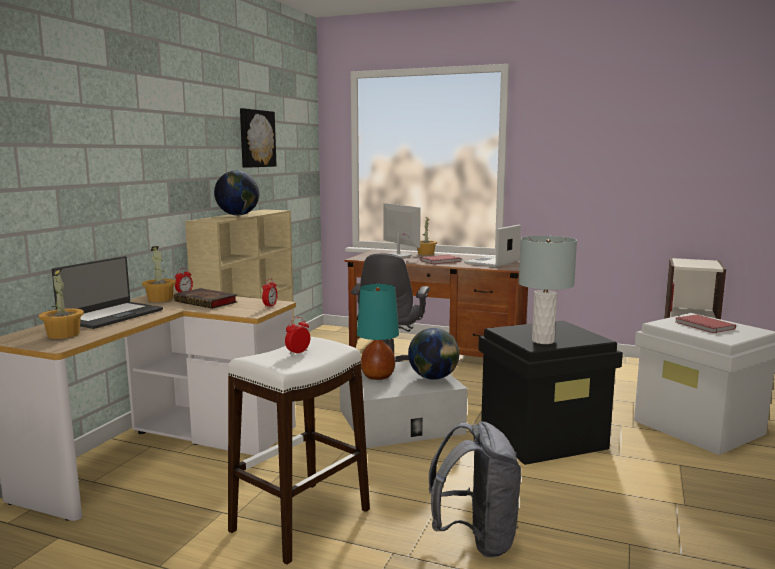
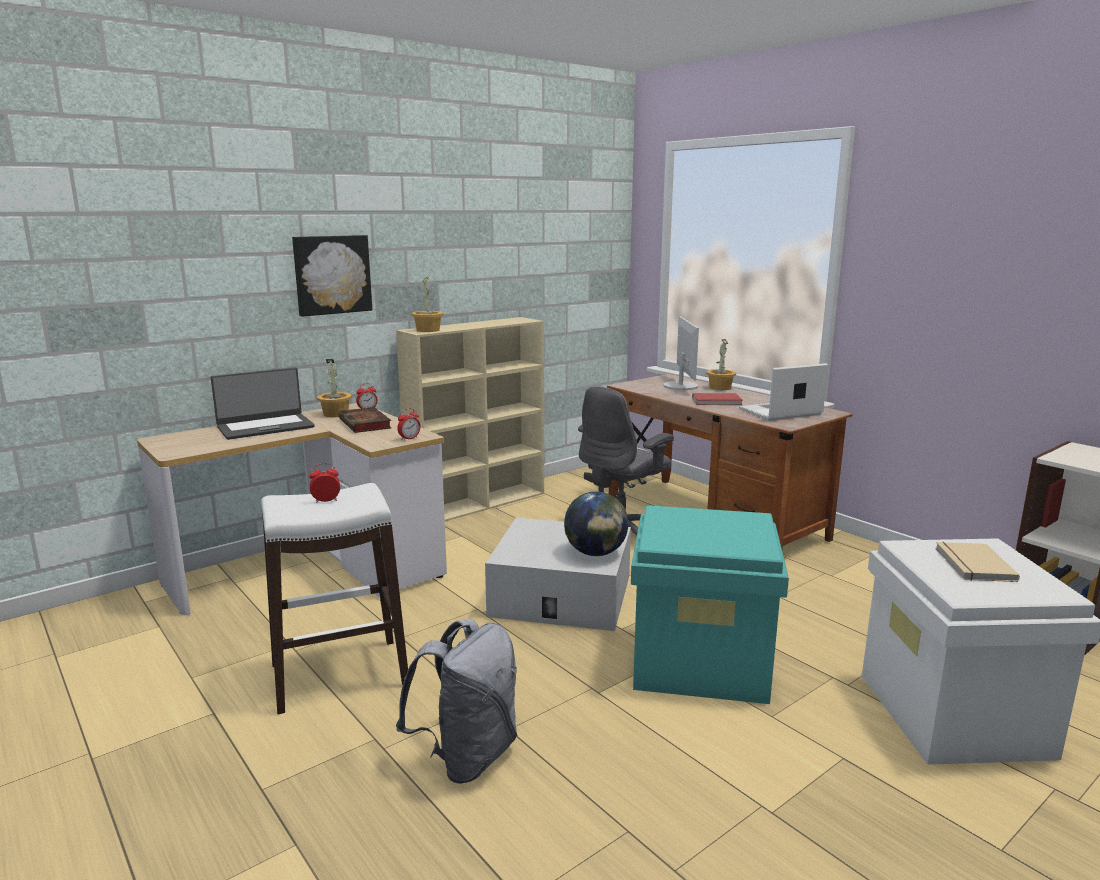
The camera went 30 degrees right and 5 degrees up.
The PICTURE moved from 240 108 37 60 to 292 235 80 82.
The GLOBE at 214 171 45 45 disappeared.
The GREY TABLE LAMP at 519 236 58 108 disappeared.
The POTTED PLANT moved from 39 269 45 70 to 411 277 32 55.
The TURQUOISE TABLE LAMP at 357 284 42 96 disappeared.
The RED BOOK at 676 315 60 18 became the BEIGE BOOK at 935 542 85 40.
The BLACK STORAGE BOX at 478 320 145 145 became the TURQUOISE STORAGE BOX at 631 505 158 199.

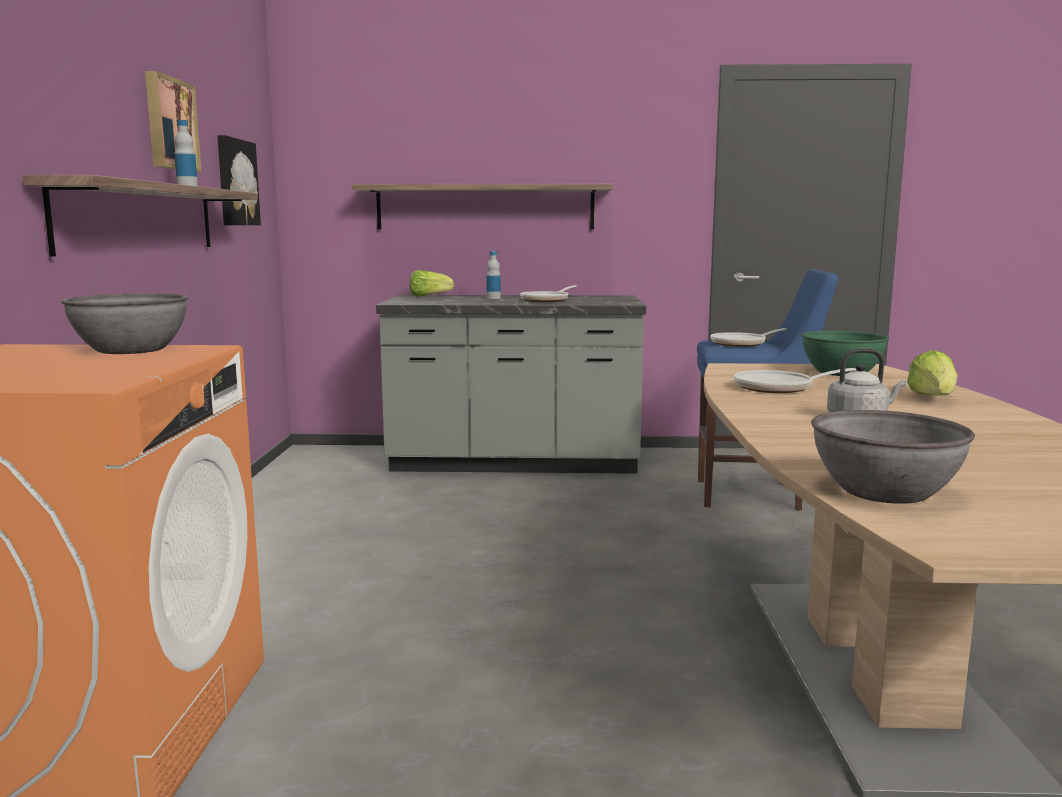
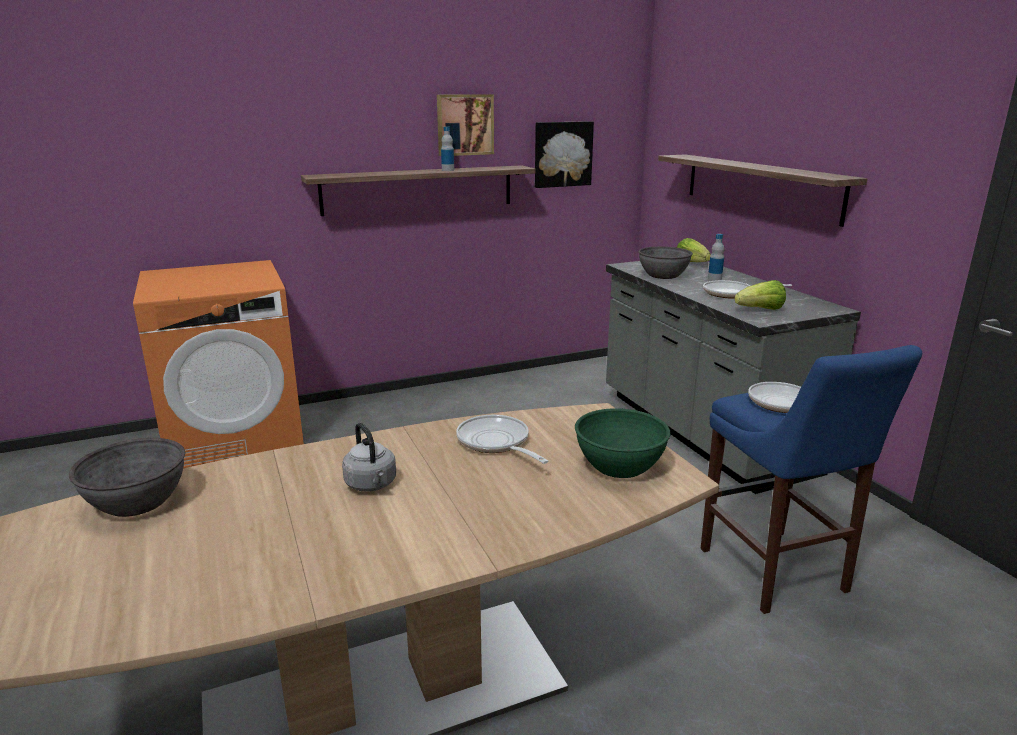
The camera went 65 degrees right and 10 degrees up.
The GREY BOWL moved from 61 293 127 61 to 638 246 55 33.
The LETTUCE moved from 907 350 51 45 to 734 280 52 30.

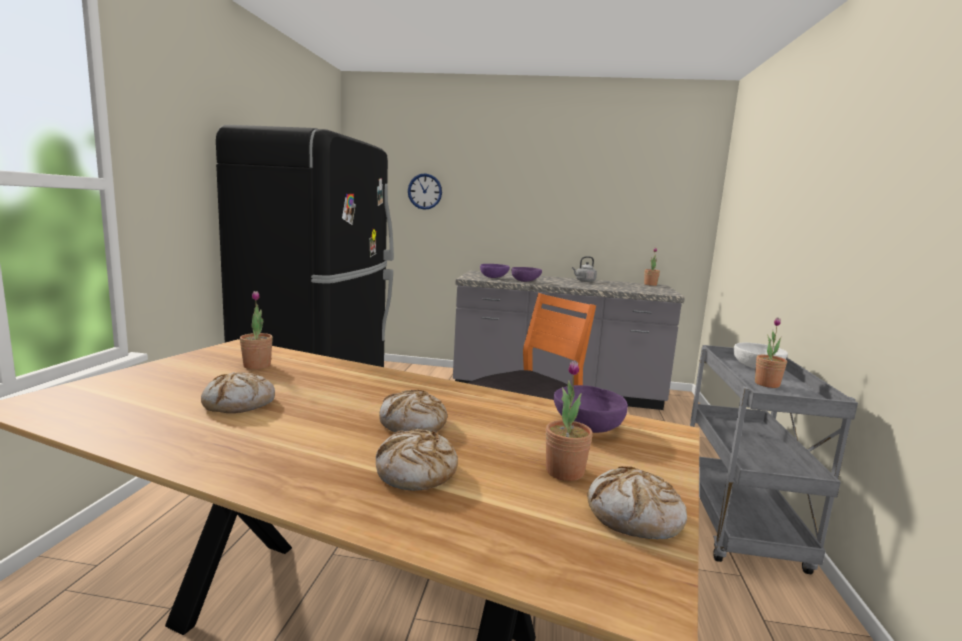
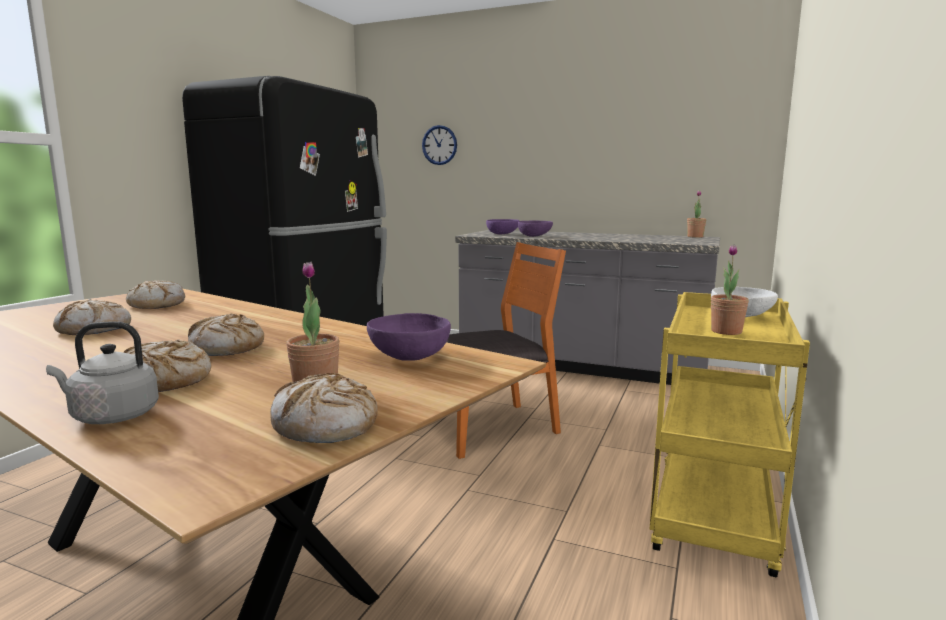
The camera went 15 degrees right and 0 degrees up.
The GREY KETTLE moved from 572 256 25 26 to 46 322 113 102.
The POTTED PLANT at 240 291 33 78 was replaced by the BREAD at 126 280 59 29.
The GREY CART at 690 345 168 229 became the YELLOW CART at 650 292 160 285.

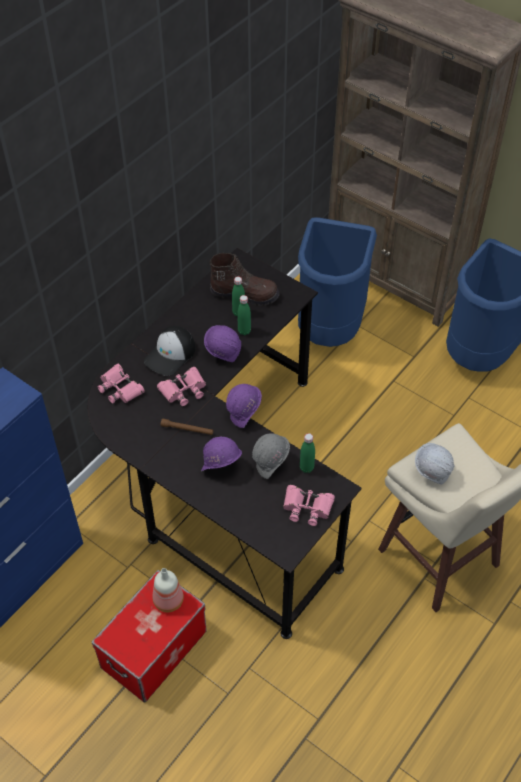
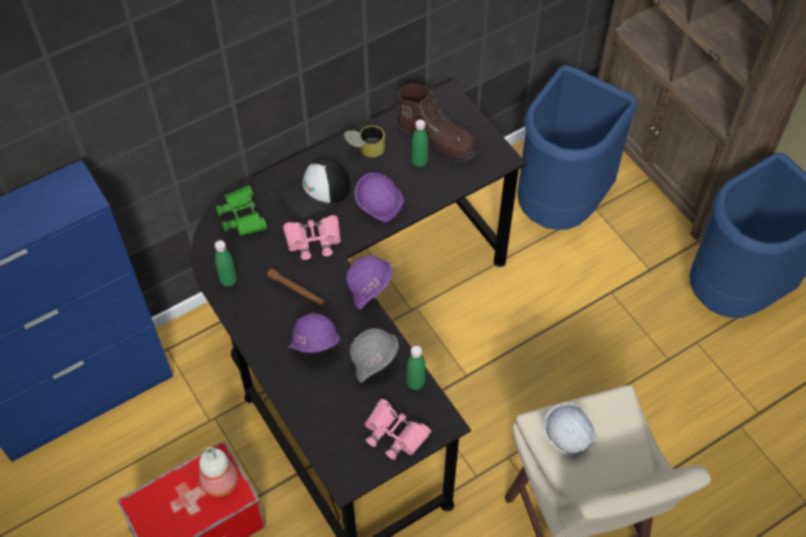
The camera went 20 degrees right and 5 degrees up.
The GREEN BOTTLE moved from 237 295 14 40 to 215 240 22 47.
The PINK BINOCULARS at 97 363 48 41 became the GREEN BINOCULARS at 216 185 51 51.
The CAN at 344 125 41 32 appeared.

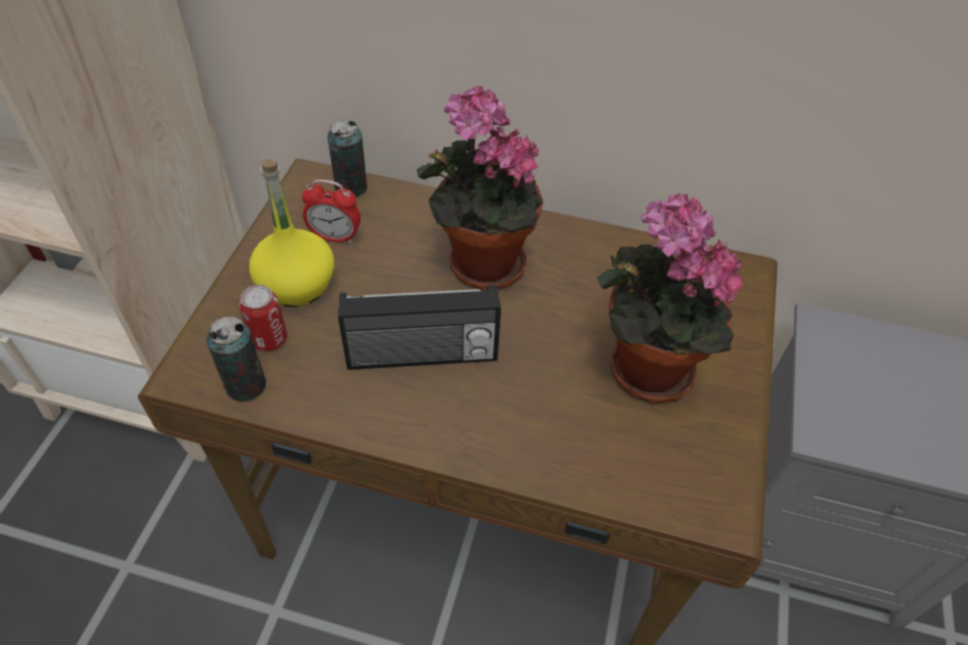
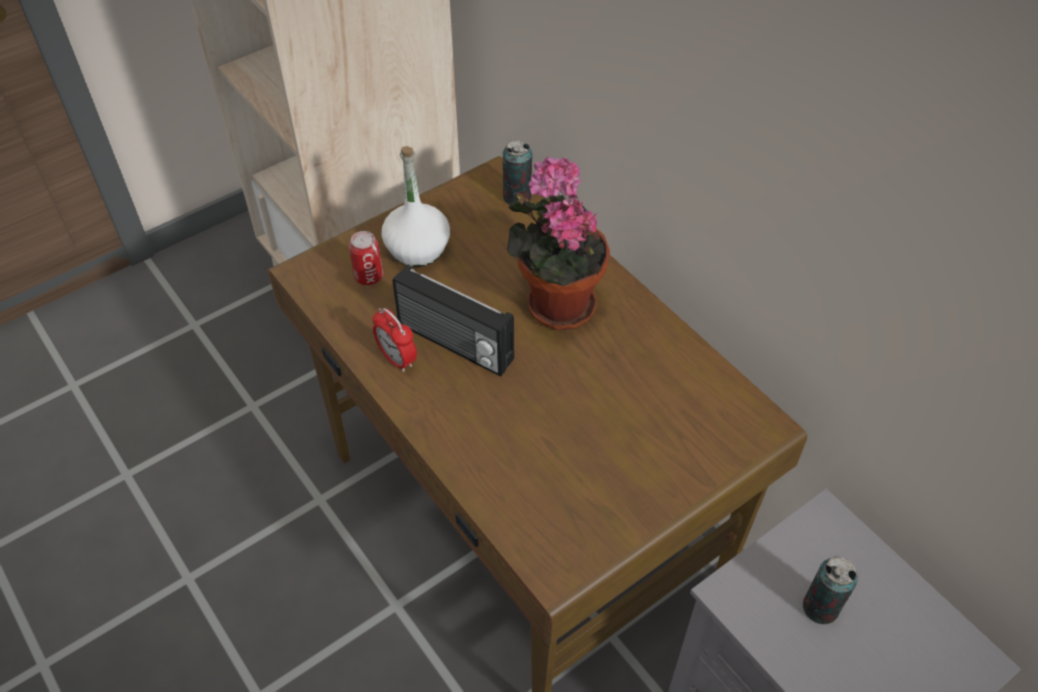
The camera went 40 degrees right and 0 degrees up.
The YELLOW BOTTLE at 249 159 85 148 became the WHITE BOTTLE at 381 146 69 121.
The ALARM CLOCK moved from 302 179 59 65 to 372 308 45 64.
The POTTED PLANT at 597 193 146 211 disappeared.
The CAN moved from 206 317 60 85 to 803 556 55 68.

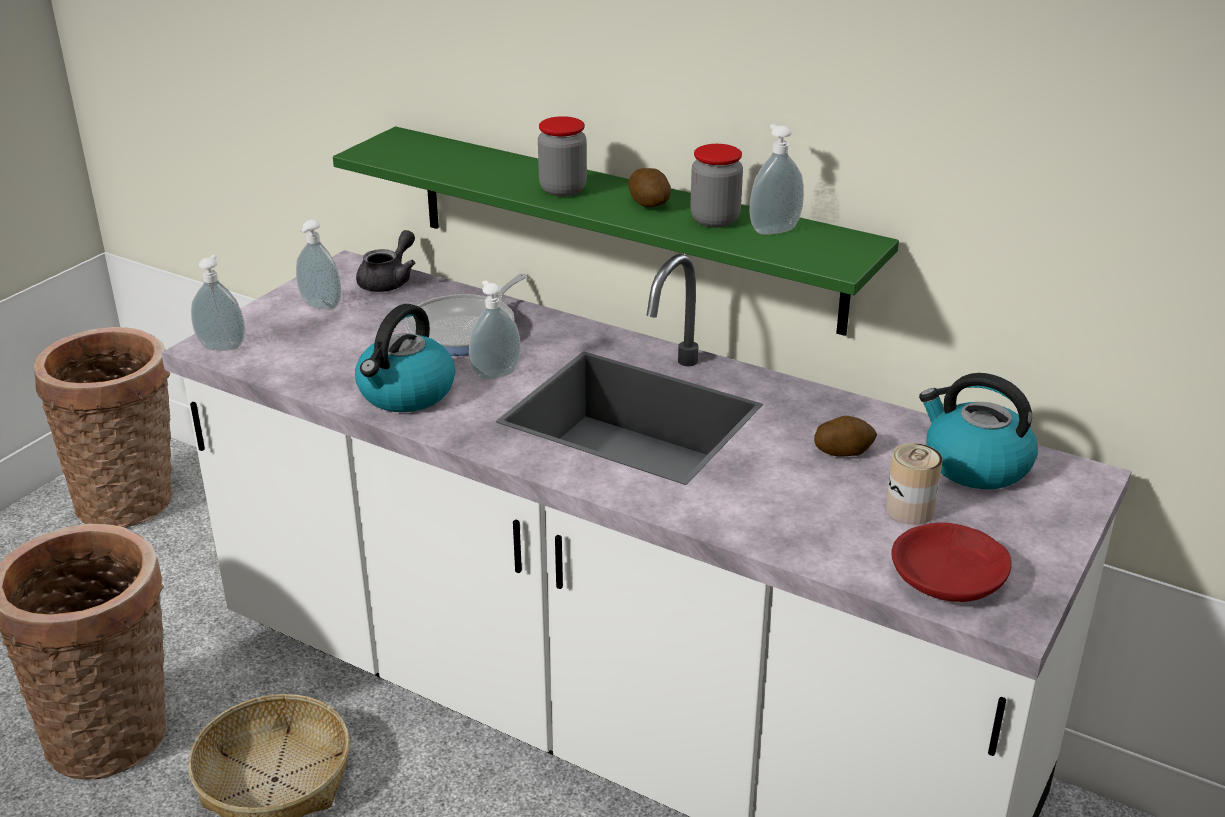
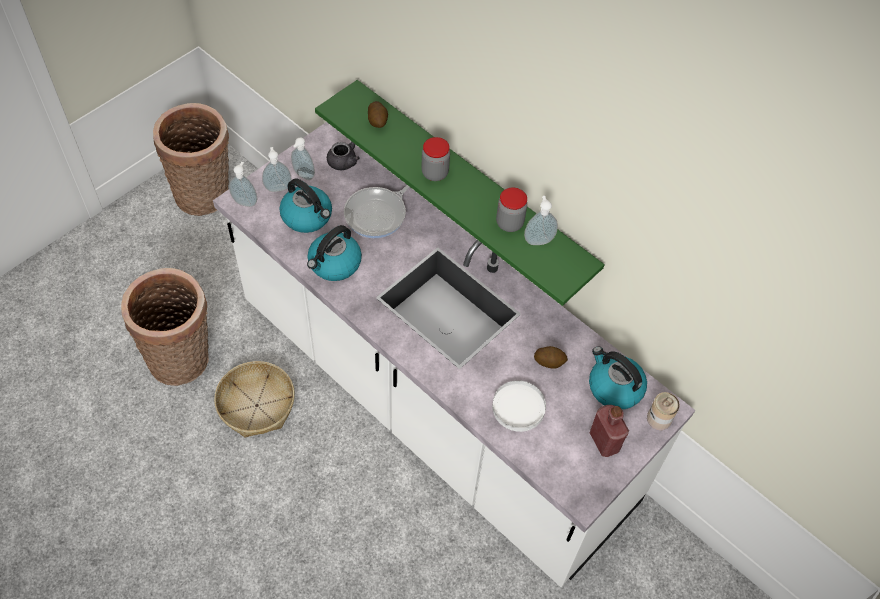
The camera went 10 degrees right and 25 degrees up.
The POTATO moved from 628 168 43 39 to 368 101 20 27.
The SOAP DISPENSER moved from 469 281 52 99 to 262 147 29 45.
The CAN moved from 886 443 57 82 to 647 392 33 38.
The RED BOWL at 891 522 120 80 disappeared.
The KETTLE at 279 178 53 55 appeared.
The WHITE PLATE at 492 380 54 52 appeared.
The RED BOTTLE at 589 405 40 52 appeared.

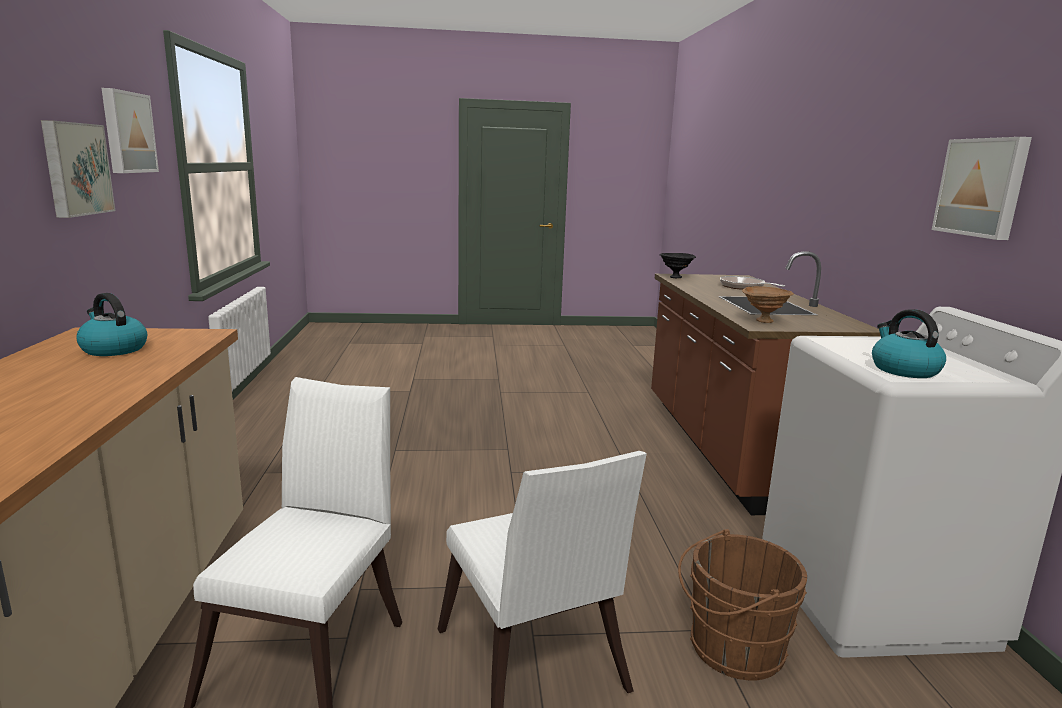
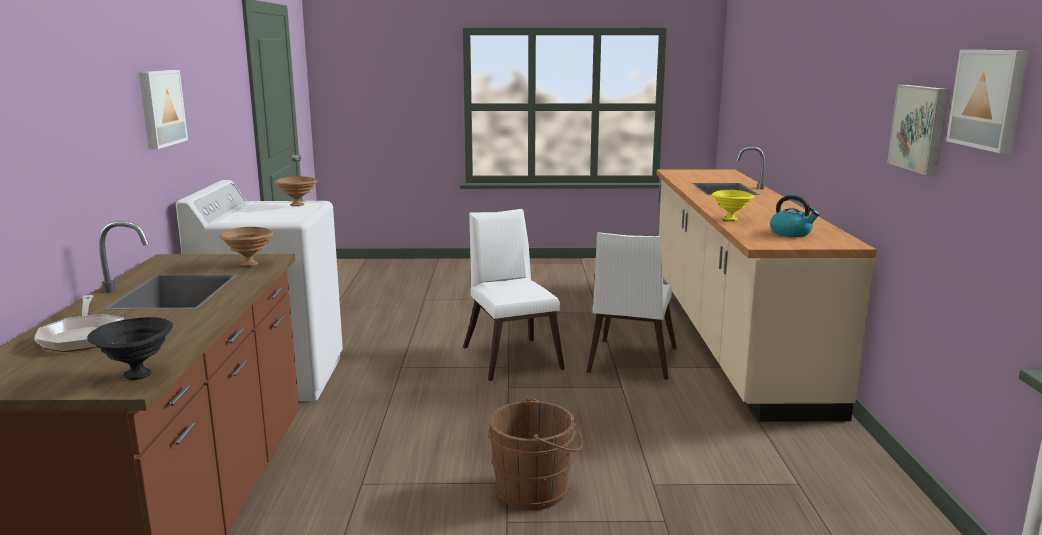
The camera went 175 degrees left and 0 degrees up.
The KETTLE at 872 309 74 69 was replaced by the BROWN BOWL at 274 176 44 30.
The BROWN BUCKET moved from 678 529 129 151 to 488 397 95 113.
The YELLOW BOWL at 712 190 43 30 appeared.

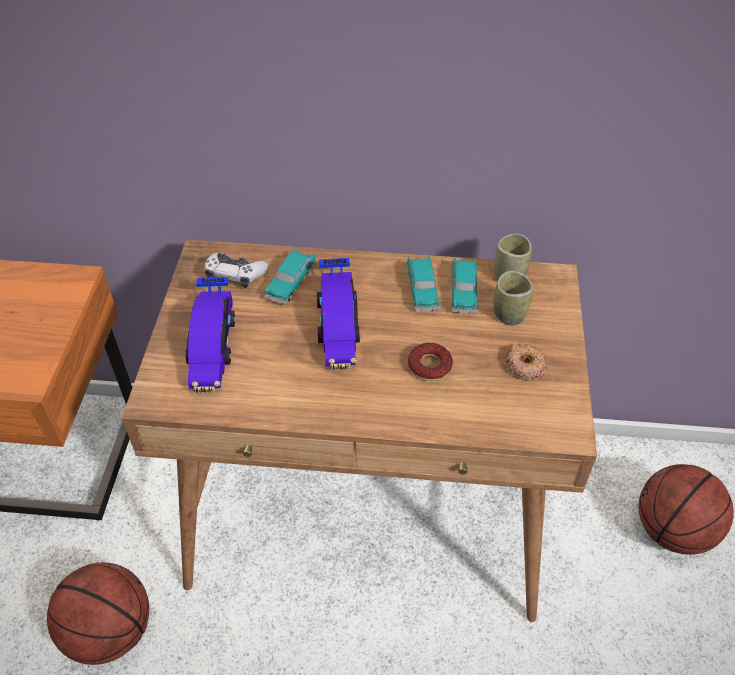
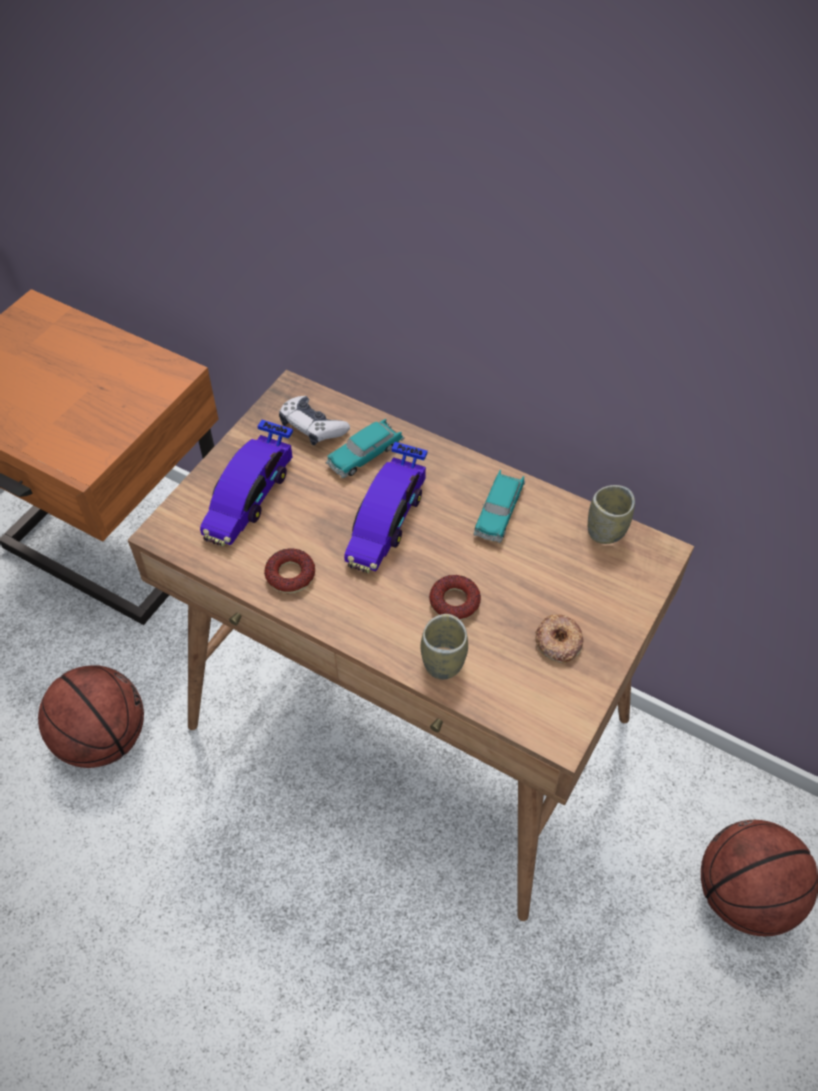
The camera went 25 degrees right and 5 degrees up.
The TOY CAR at 451 257 27 57 disappeared.
The CUP moved from 493 271 40 55 to 420 614 48 66.
The DONUT at 264 548 51 45 appeared.

